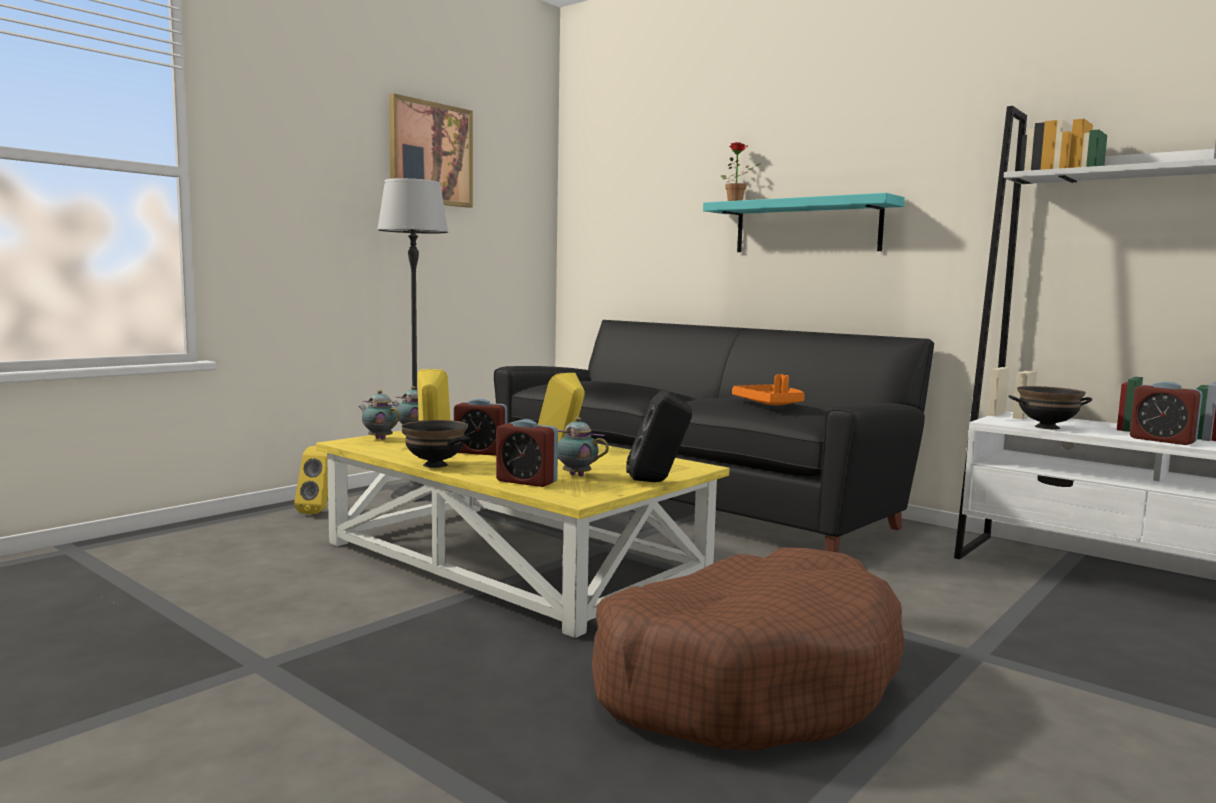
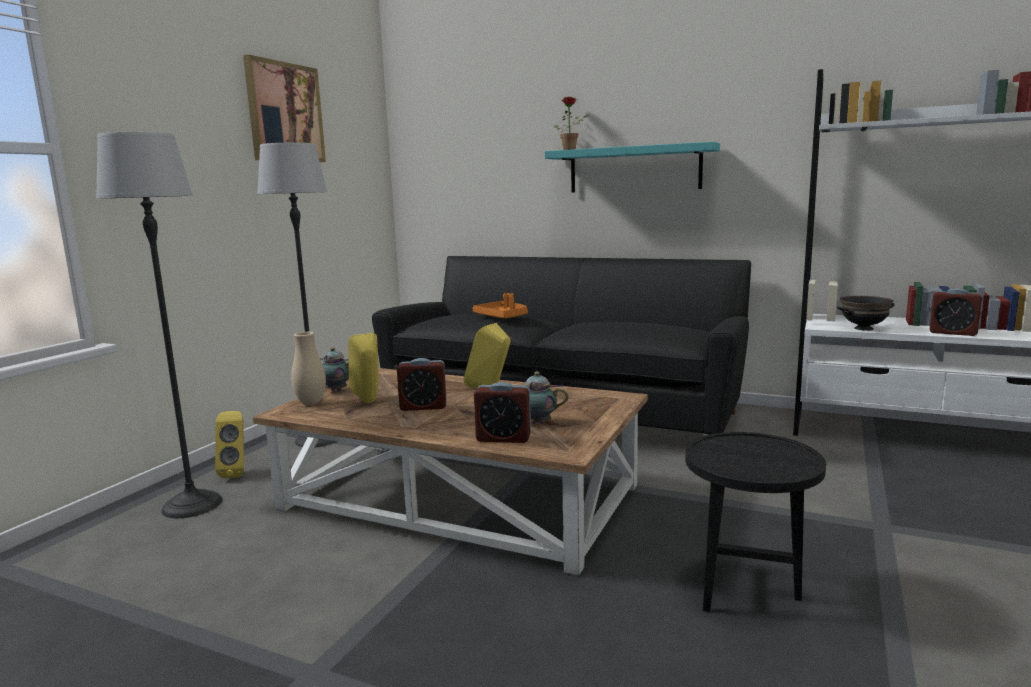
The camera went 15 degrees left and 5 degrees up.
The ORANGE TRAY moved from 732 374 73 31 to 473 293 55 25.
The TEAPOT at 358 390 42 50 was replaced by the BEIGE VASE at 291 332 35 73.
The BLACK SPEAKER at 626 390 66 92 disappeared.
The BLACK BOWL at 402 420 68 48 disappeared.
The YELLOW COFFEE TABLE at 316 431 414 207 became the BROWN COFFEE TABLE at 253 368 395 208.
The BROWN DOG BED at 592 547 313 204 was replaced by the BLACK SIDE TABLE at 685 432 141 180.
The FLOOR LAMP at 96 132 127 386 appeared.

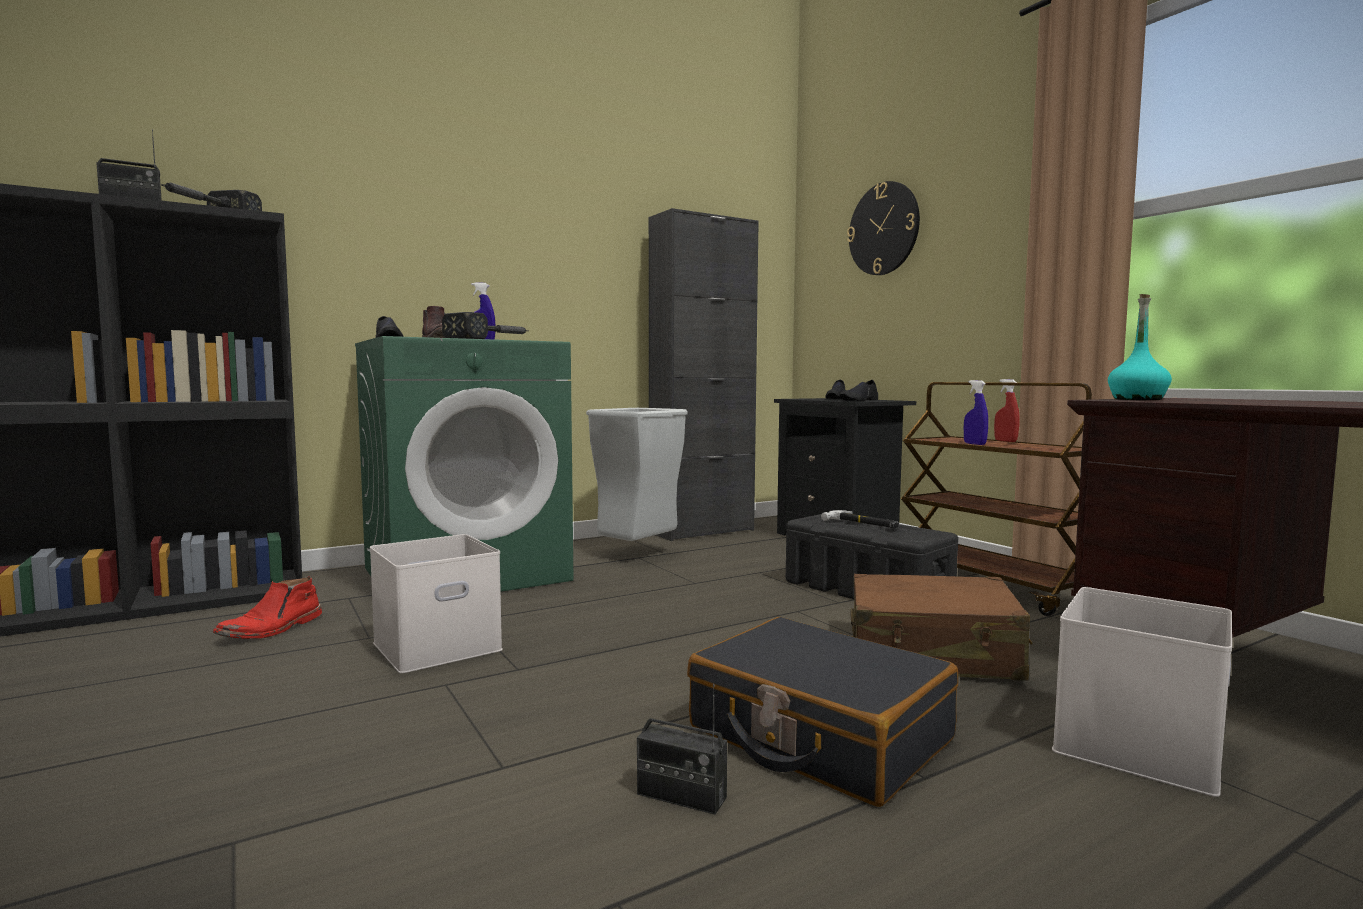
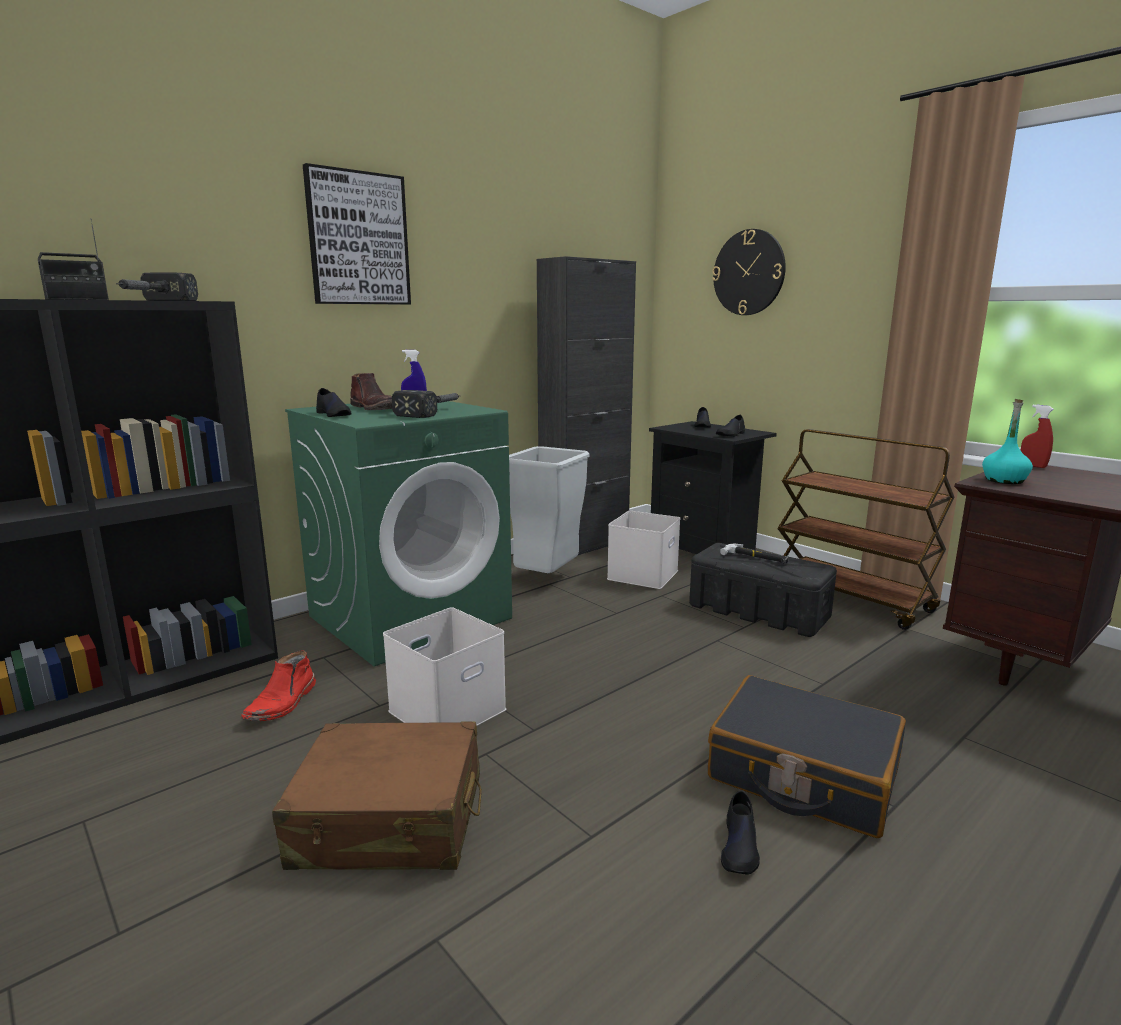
The camera went 10 degrees left and 10 degrees up.
The RED SPRAY BOTTLE moved from 994 379 25 63 to 1020 405 34 63.
The BLUE SPRAY BOTTLE at 964 380 24 65 disappeared.
The BROWN SUITCASE moved from 850 574 182 107 to 272 721 210 149.
The WHITE STORAGE BOX moved from 1052 587 180 210 to 607 511 73 78.
The RADIO at 637 684 90 130 was replaced by the BLACK SHOE at 721 790 39 85.
The PICTURE at 303 163 108 142 appeared.

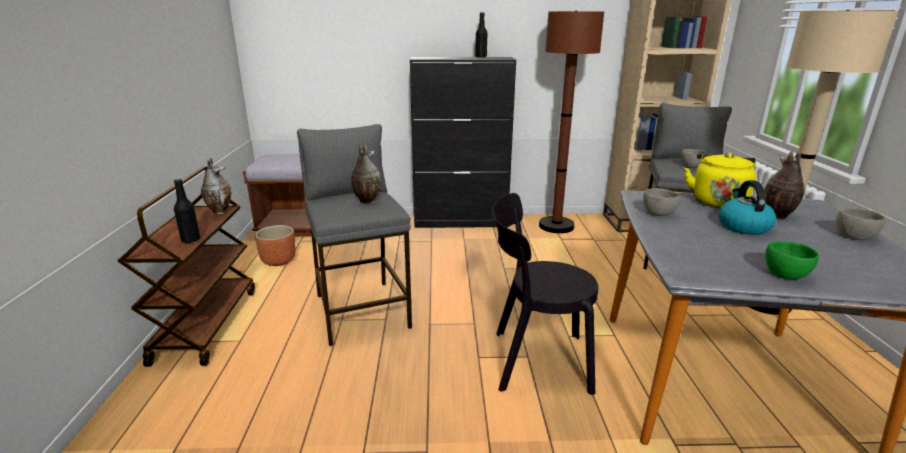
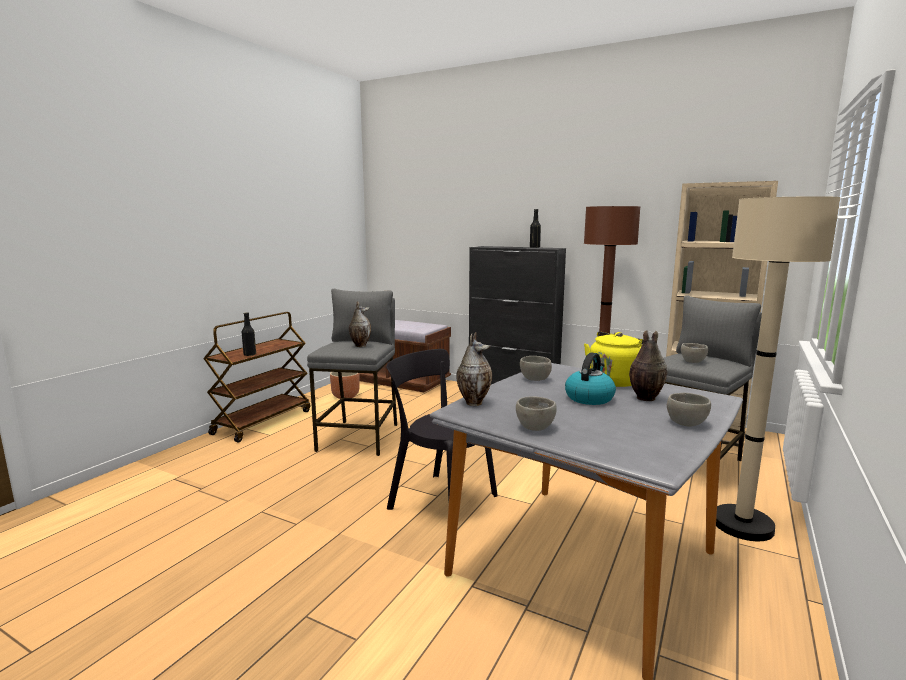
The camera went 30 degrees right and 10 degrees down.
The VASE moved from 201 158 30 56 to 457 332 35 74.
The GREEN BOWL at 765 241 54 38 became the GREY BOWL at 516 396 41 35.

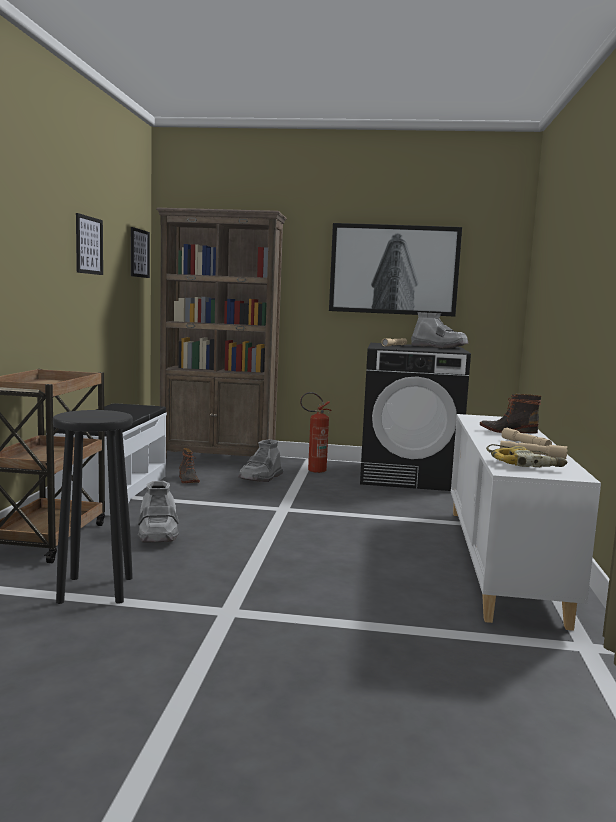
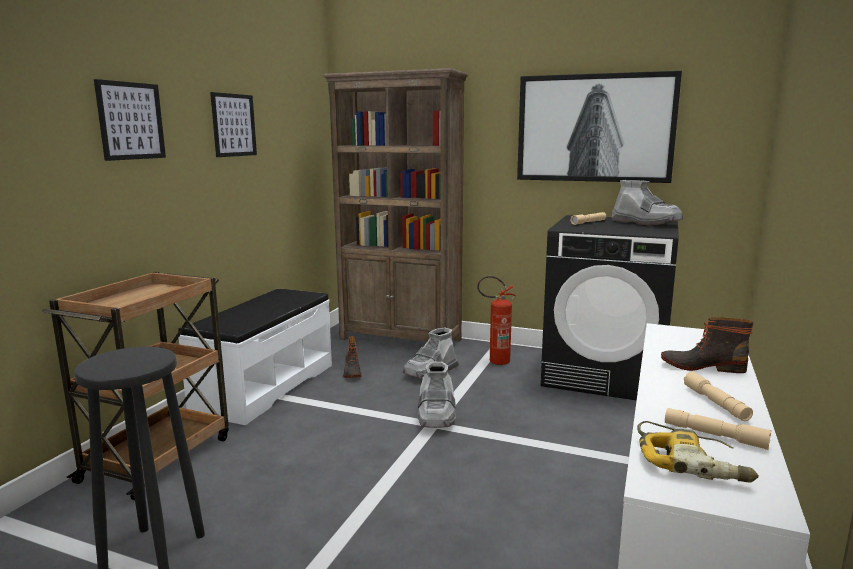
The camera went 15 degrees right and 5 degrees up.
The PICTURE moved from 131 227 19 51 to 94 79 72 82.
The GREY BOOT moved from 138 481 41 62 to 417 362 39 66.

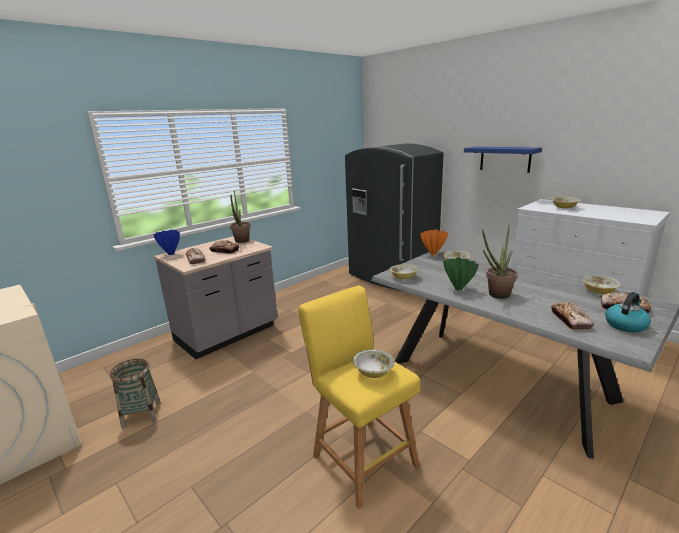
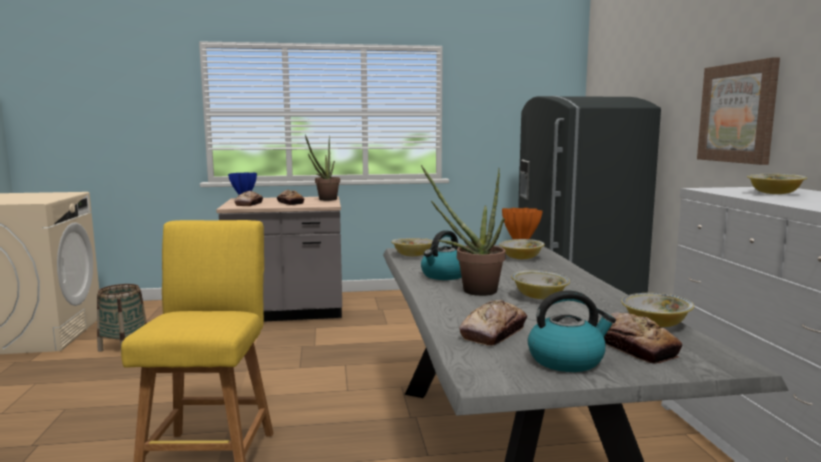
The camera went 35 degrees right and 10 degrees down.
The BLUE SHELF at 464 147 78 26 was replaced by the PICTURE at 697 57 83 108.
The GREEN VASE at 443 257 36 34 was replaced by the KETTLE at 421 230 41 50.
The BOWL moved from 353 350 42 28 to 511 271 59 28.

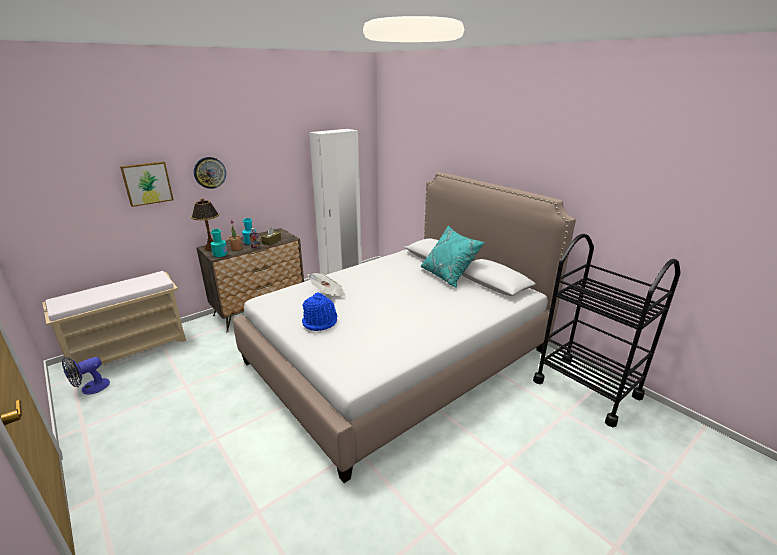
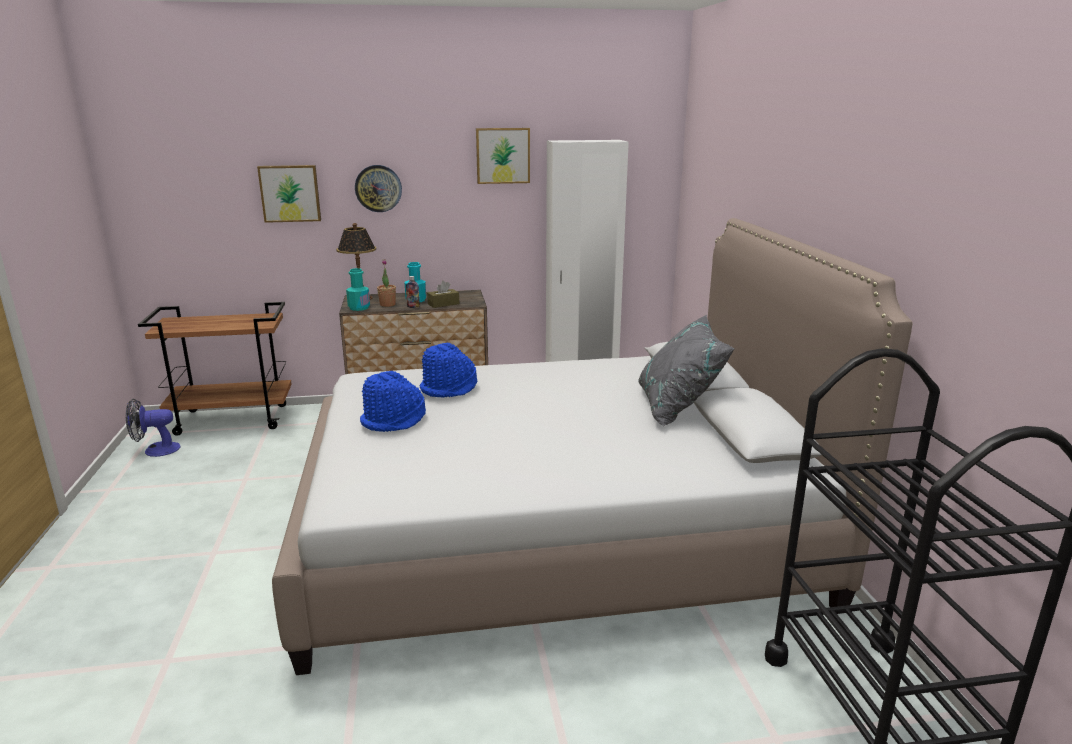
The camera went 30 degrees right and 5 degrees down.
The TURQUOISE PILLOW at 421 226 64 62 became the GREY PILLOW at 638 315 96 111.
The BEIGE BENCH at 42 271 144 108 was replaced by the BROWN CART at 138 302 154 134.
The NEWSPAPER at 308 273 38 24 was replaced by the BLUE HAT at 420 343 57 55.
The PICTURE at 476 128 54 56 appeared.

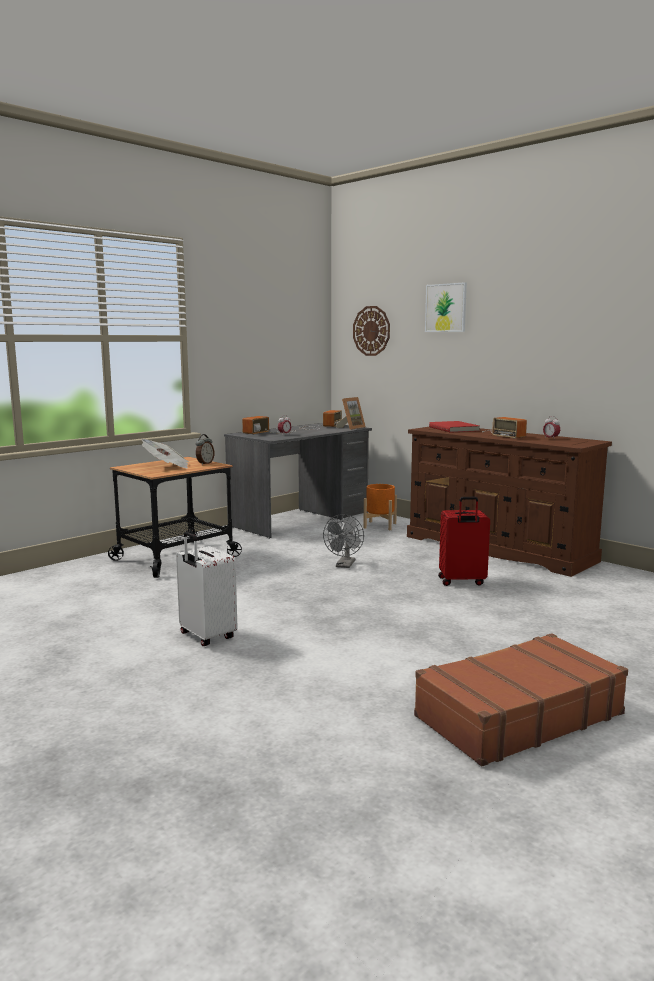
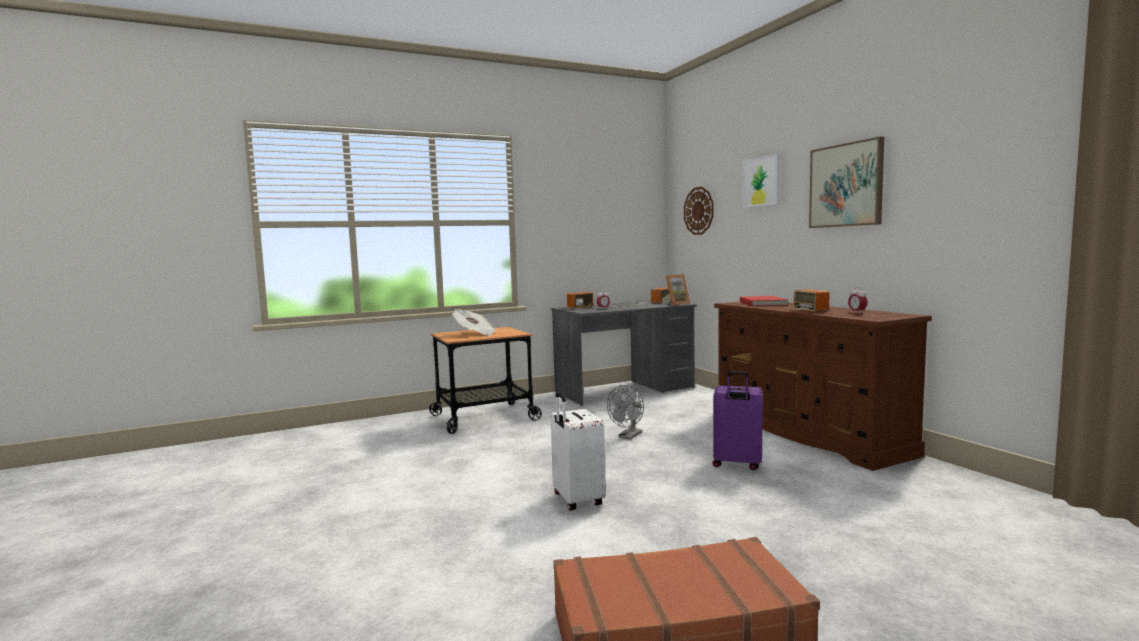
The camera went 20 degrees right and 5 degrees down.
The ALARM CLOCK at 196 434 18 31 disappeared.
The ORANGE PLANTER at 363 484 34 46 disappeared.
The RED SUITCASE at 438 497 52 89 became the PURPLE SUITCASE at 712 371 51 99.
The WHITE SUITCASE moved from 176 531 62 115 to 550 392 56 118.
The PICTURE at 809 137 75 91 appeared.

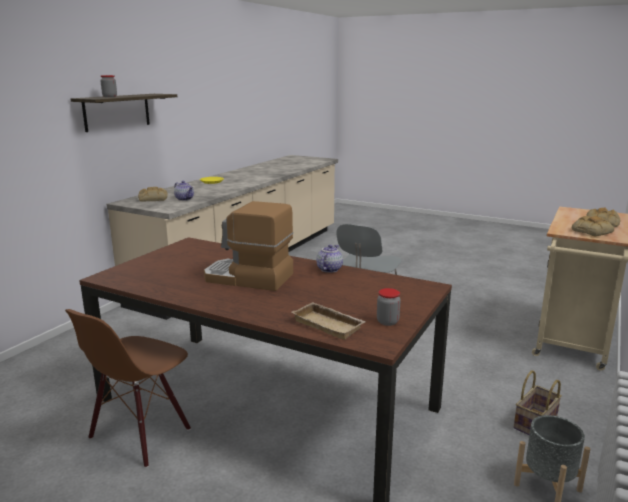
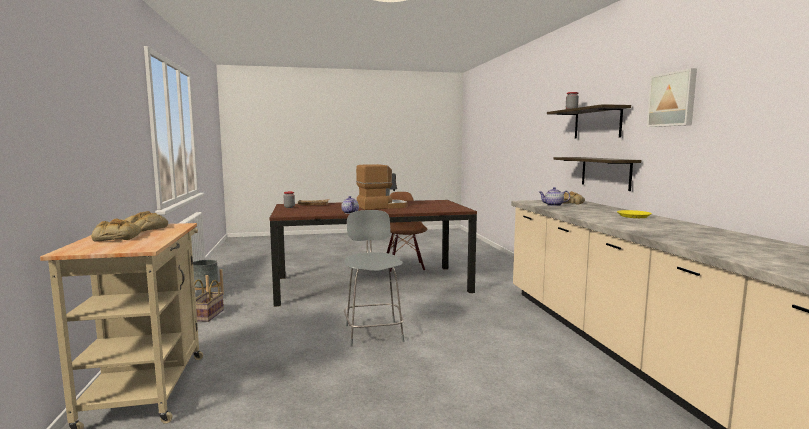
The camera went 140 degrees right and 10 degrees down.
The PICTURE at 647 68 50 59 appeared.
The SHELF at 553 157 88 34 appeared.

